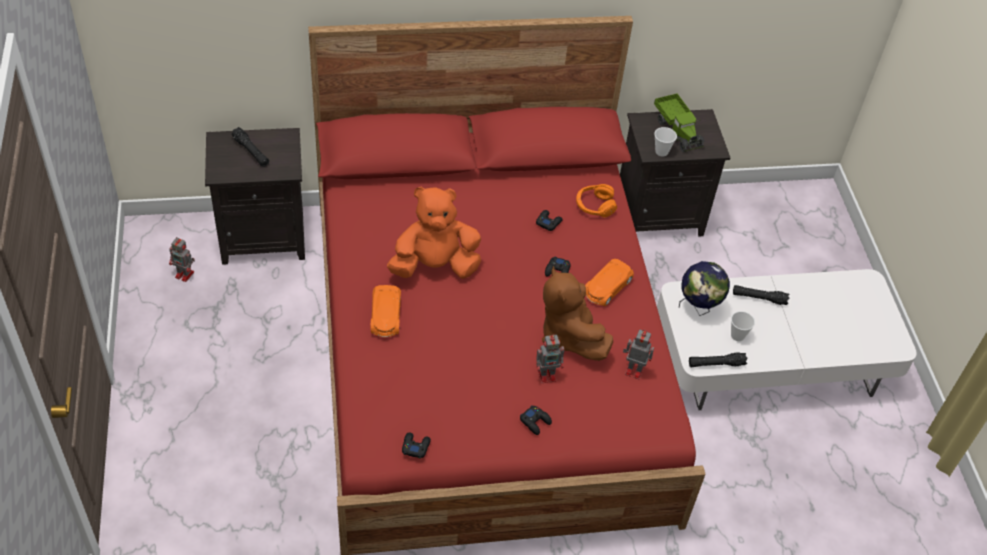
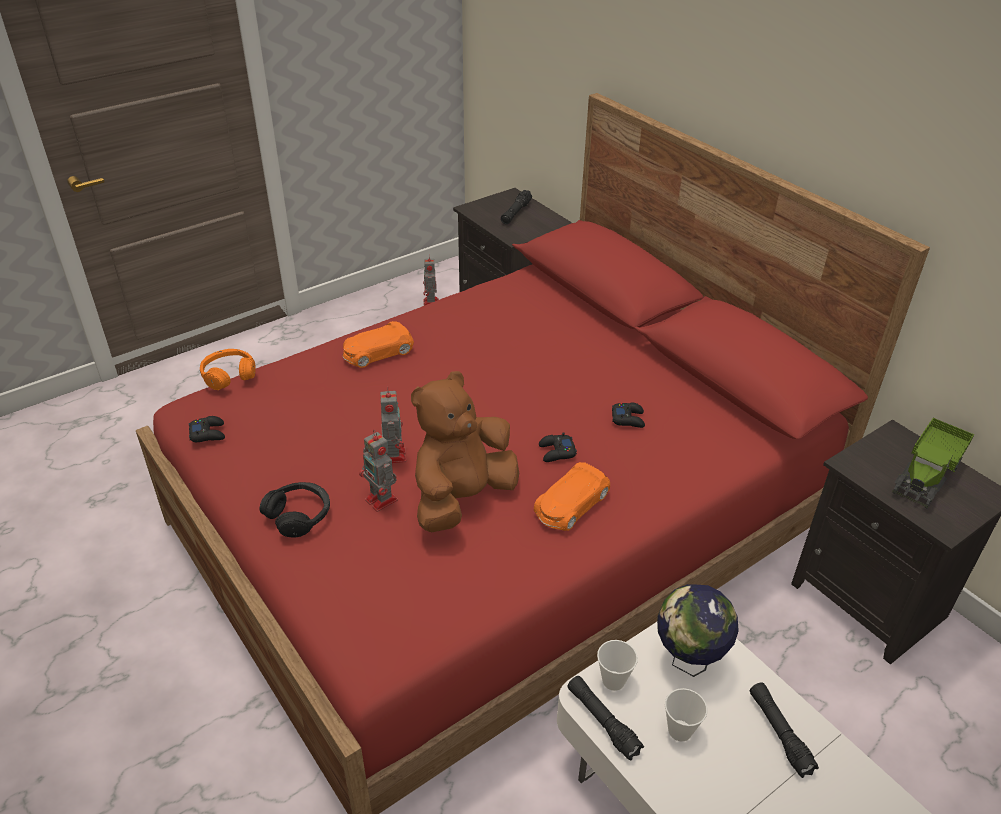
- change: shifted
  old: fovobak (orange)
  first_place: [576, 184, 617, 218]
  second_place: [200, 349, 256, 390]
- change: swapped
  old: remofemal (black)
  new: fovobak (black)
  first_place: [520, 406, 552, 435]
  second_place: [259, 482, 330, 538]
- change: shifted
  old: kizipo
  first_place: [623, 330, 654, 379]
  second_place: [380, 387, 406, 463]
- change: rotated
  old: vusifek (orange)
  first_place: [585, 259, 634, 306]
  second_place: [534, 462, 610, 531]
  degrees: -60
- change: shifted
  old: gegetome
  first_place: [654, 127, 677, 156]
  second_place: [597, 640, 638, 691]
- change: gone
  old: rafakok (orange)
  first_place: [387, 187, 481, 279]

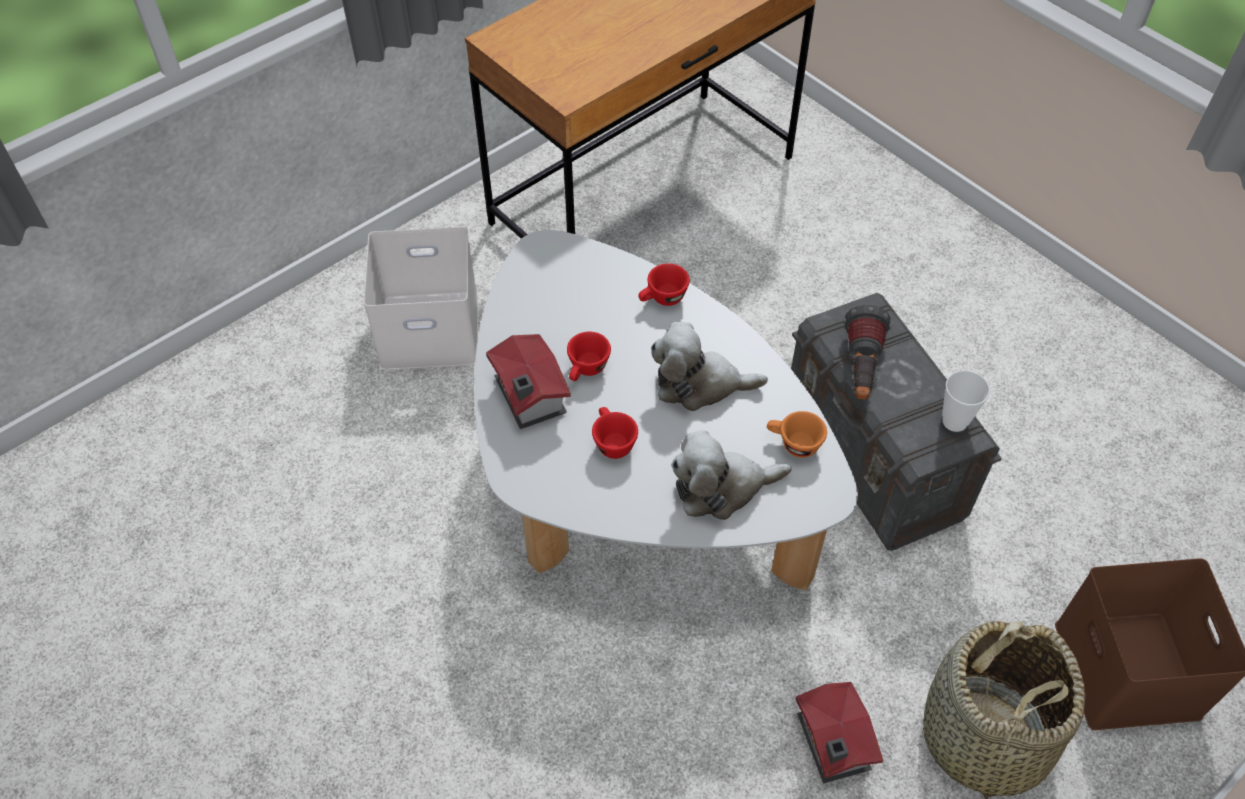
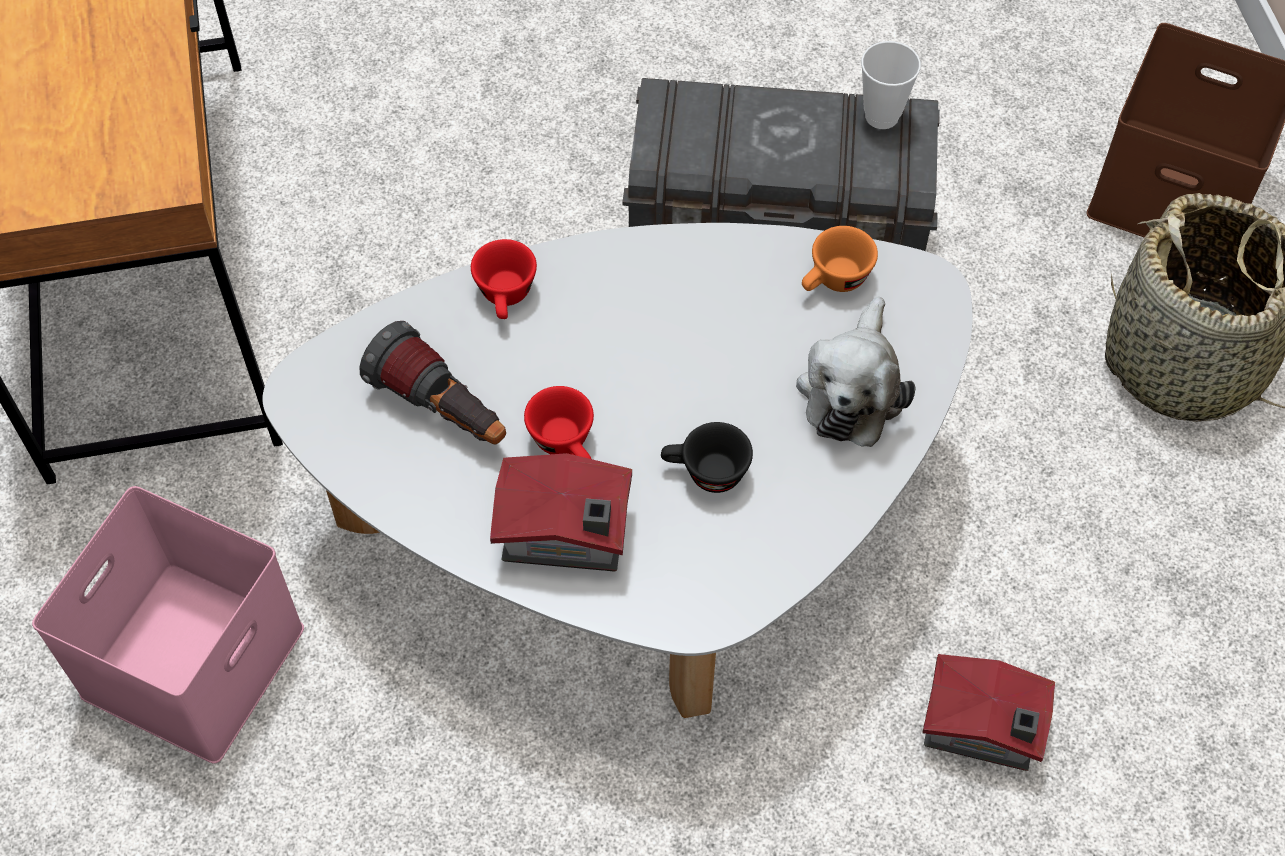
- change: repainted
  old: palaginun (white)
  new: palaginun (pink)
  first_place: [363, 227, 478, 370]
  second_place: [32, 486, 304, 764]
- change: shifted
  old: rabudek
  first_place: [843, 305, 891, 400]
  second_place: [359, 321, 506, 444]
- change: repainted
  old: gegetome (red)
  new: gegetome (black)
  first_place: [592, 407, 638, 459]
  second_place: [661, 422, 753, 493]
- change: shifted
  old: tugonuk
  first_place: [795, 682, 883, 784]
  second_place: [922, 654, 1055, 771]
- change: gone
  old: rafakok
  first_place: [651, 322, 768, 411]

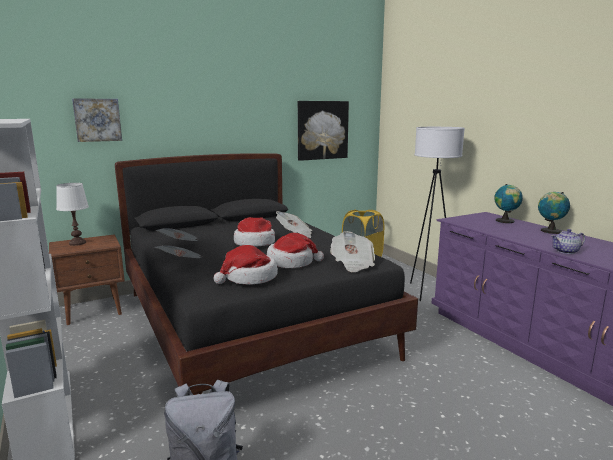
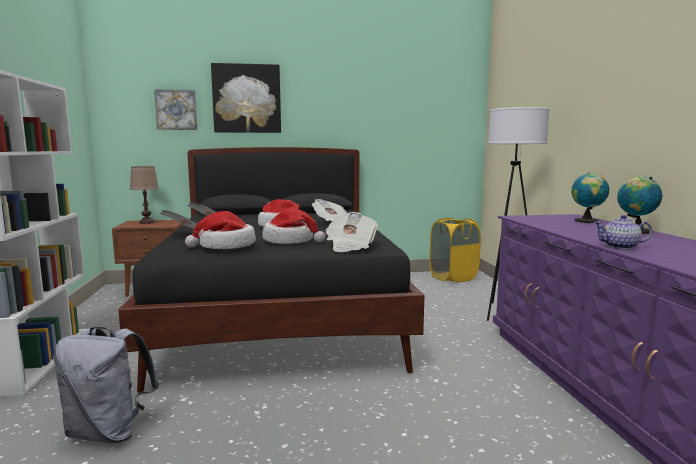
- change: repainted
  old: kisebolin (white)
  new: kisebolin (brown)
  first_place: [56, 183, 89, 246]
  second_place: [130, 166, 159, 224]
- change: shifted
  old: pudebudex
  first_place: [298, 101, 349, 161]
  second_place: [211, 63, 281, 133]

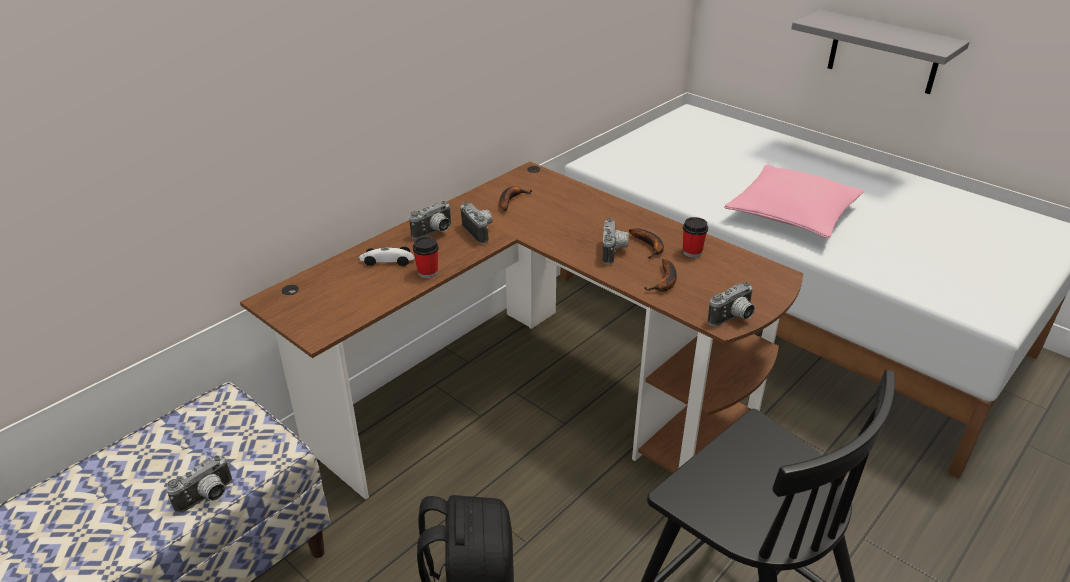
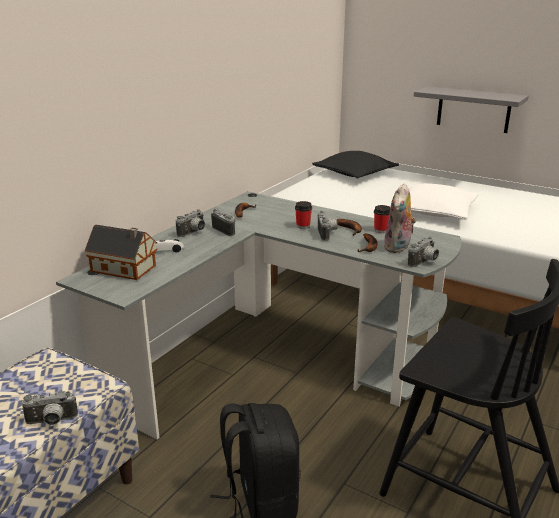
- change: rotated
  old: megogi
  first_place: [166, 455, 232, 513]
  second_place: [21, 391, 78, 425]
  degrees: 45
- change: repainted
  old: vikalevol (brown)
  new: vikalevol (grey)
  first_place: [240, 162, 803, 500]
  second_place: [56, 191, 461, 439]
- change: new
  new: tugonuk
  second_place: [84, 225, 158, 280]
- change: shifted
  old: gegetome
  first_place: [413, 236, 439, 278]
  second_place: [295, 201, 312, 229]
- change: new
  new: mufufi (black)
  second_place: [312, 151, 399, 178]
- change: new
  new: rafakok
  second_place: [384, 183, 417, 253]
- change: repainted
  old: mufufi (pink)
  new: mufufi (white)
  first_place: [724, 165, 864, 238]
  second_place: [408, 183, 479, 219]

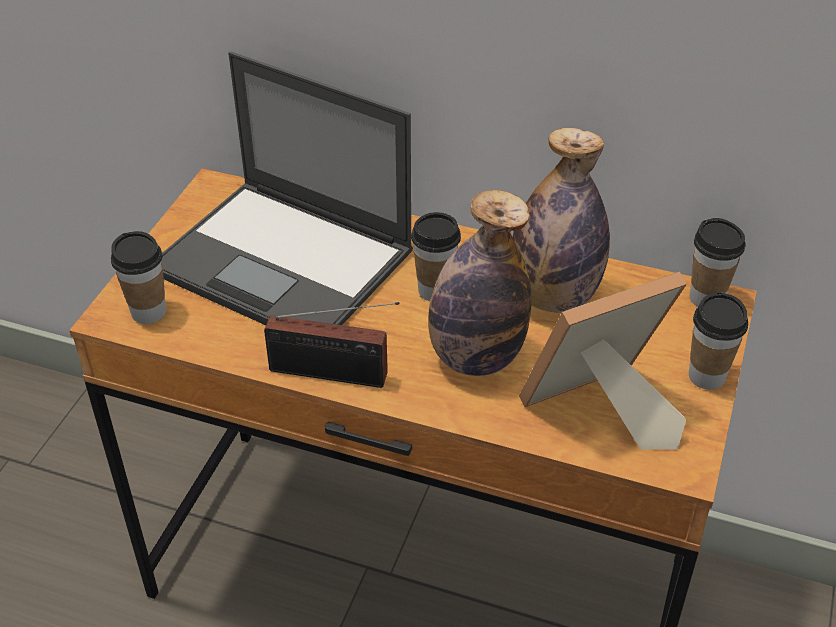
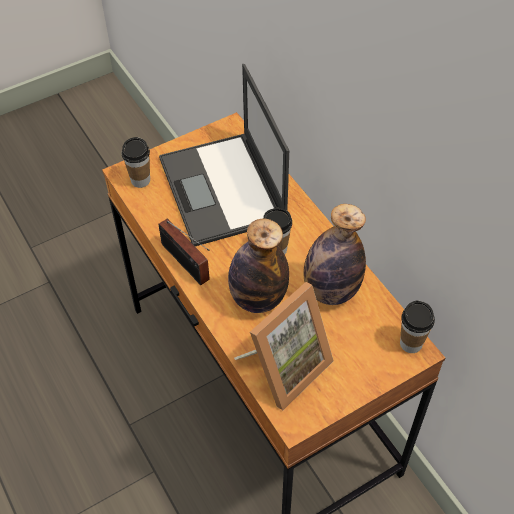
- change: rotated
  old: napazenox
  first_place: [519, 272, 687, 450]
  second_place: [234, 282, 333, 410]
  degrees: 120
- change: gone
  old: gegetome
  first_place: [689, 292, 748, 390]

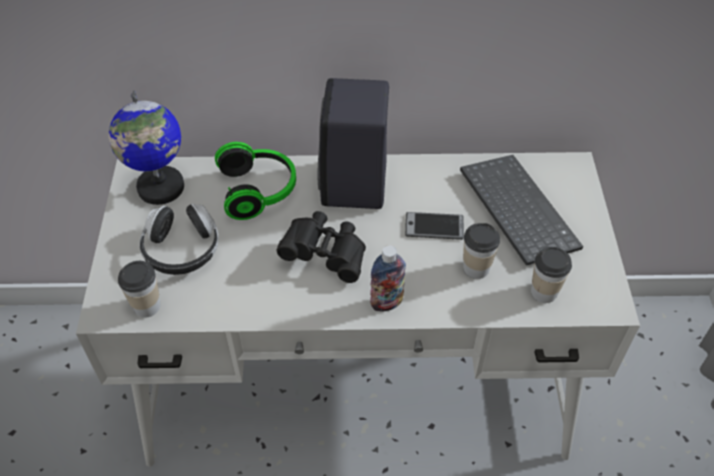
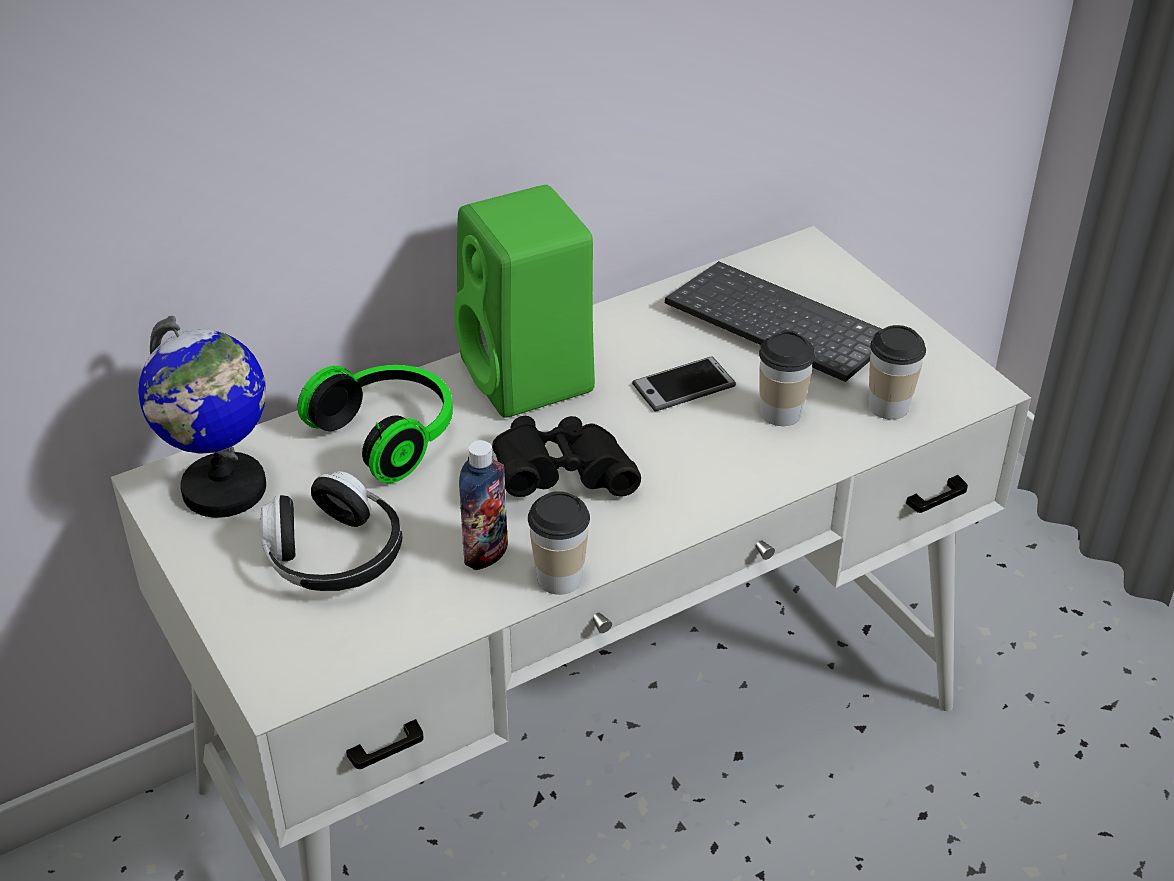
- change: repainted
  old: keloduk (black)
  new: keloduk (green)
  first_place: [318, 78, 389, 209]
  second_place: [454, 185, 595, 418]
- change: shifted
  old: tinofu
  first_place: [370, 245, 406, 311]
  second_place: [459, 440, 508, 570]
- change: shifted
  old: gegetome
  first_place: [118, 261, 161, 318]
  second_place: [528, 491, 590, 595]

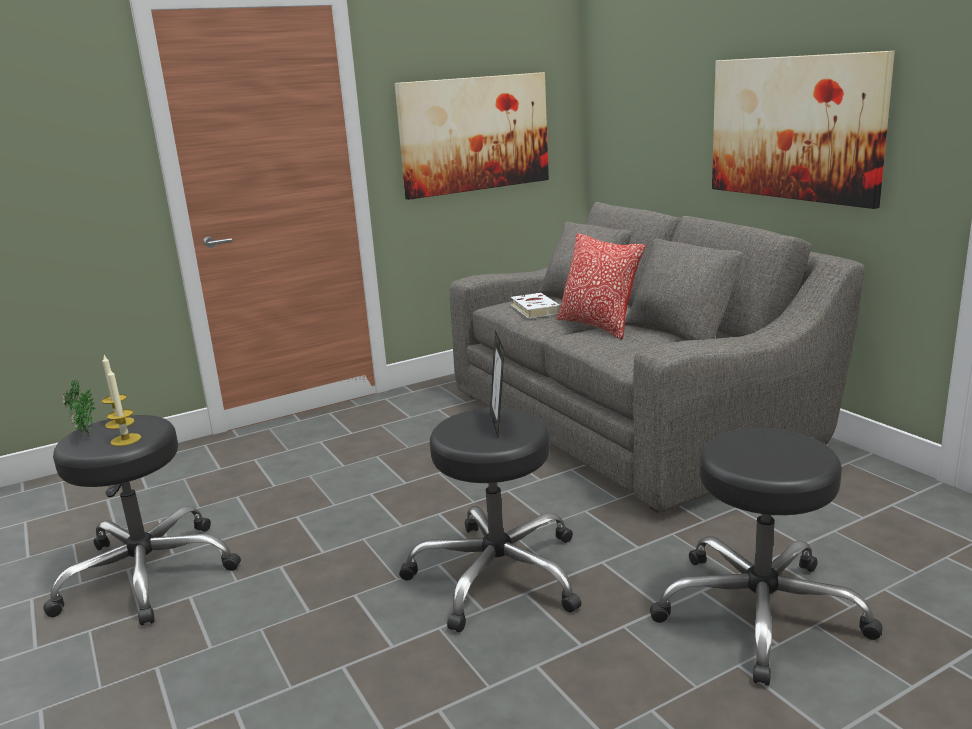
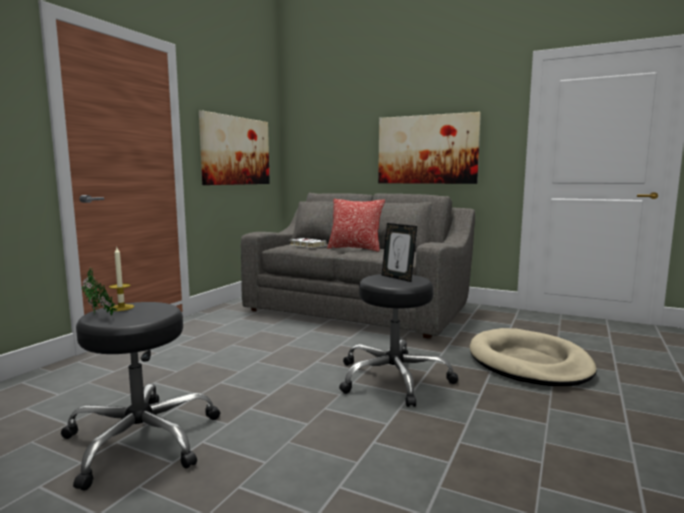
- change: swapped
  old: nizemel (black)
  new: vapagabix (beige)
  first_place: [650, 428, 883, 686]
  second_place: [470, 328, 597, 386]
- change: gone
  old: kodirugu
  first_place: [107, 367, 141, 446]

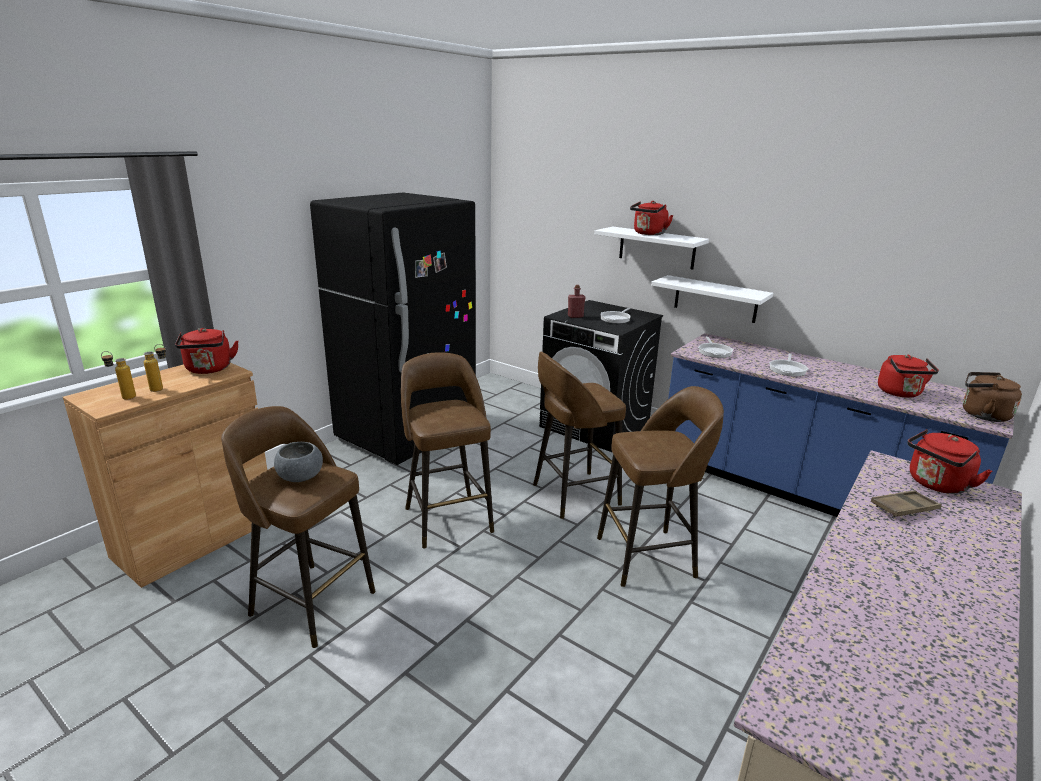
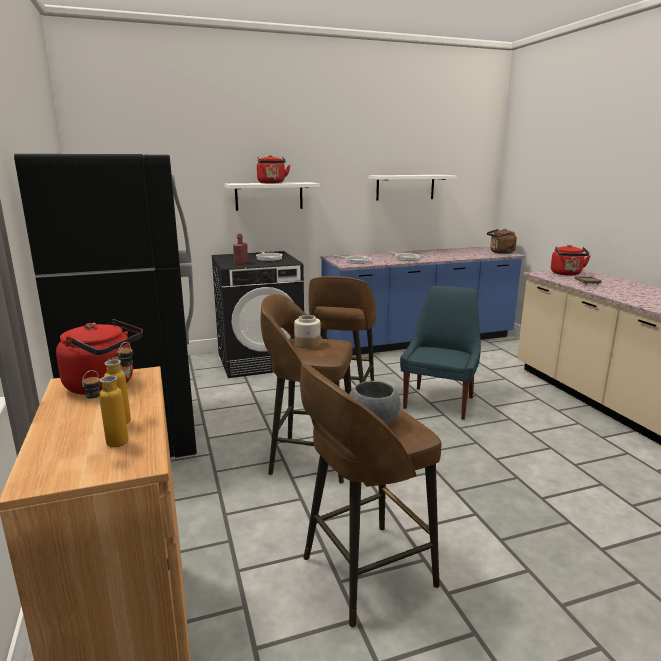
- change: new
  new: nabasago
  second_place: [294, 315, 321, 349]
- change: shifted
  old: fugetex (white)
  first_place: [651, 275, 773, 323]
  second_place: [368, 175, 457, 201]
- change: swapped
  old: nizemel (brown)
  new: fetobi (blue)
  first_place: [597, 386, 724, 587]
  second_place: [400, 286, 481, 420]
- change: gone
  old: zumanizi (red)
  first_place: [878, 355, 939, 398]

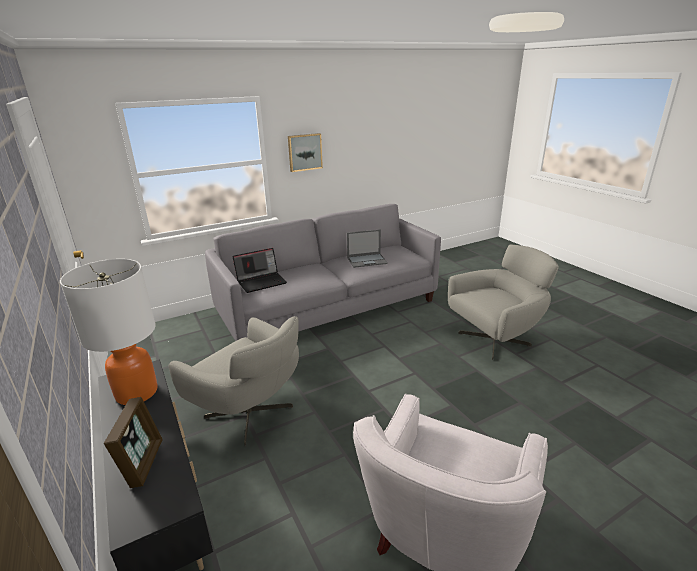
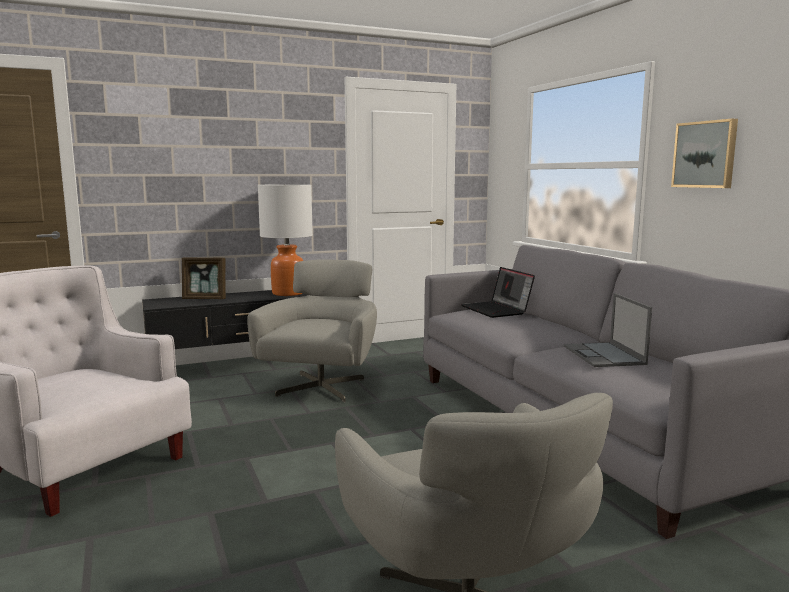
- change: rotated
  old: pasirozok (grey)
  first_place: [169, 316, 299, 446]
  second_place: [247, 259, 377, 403]
  degrees: 150

